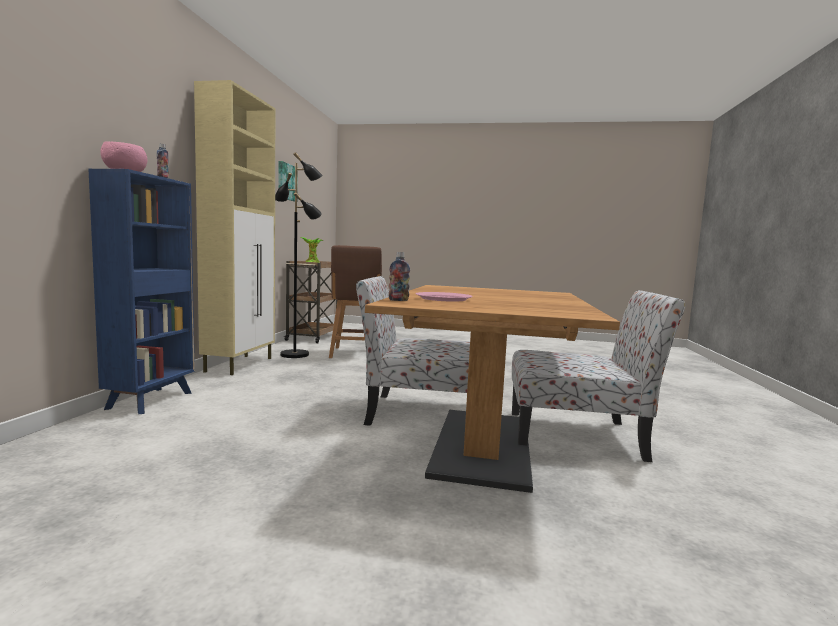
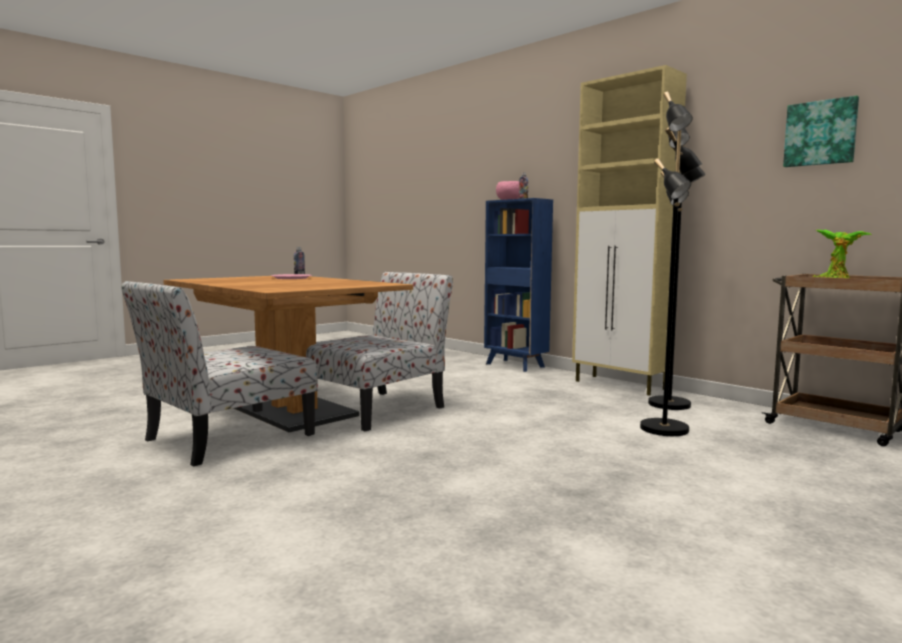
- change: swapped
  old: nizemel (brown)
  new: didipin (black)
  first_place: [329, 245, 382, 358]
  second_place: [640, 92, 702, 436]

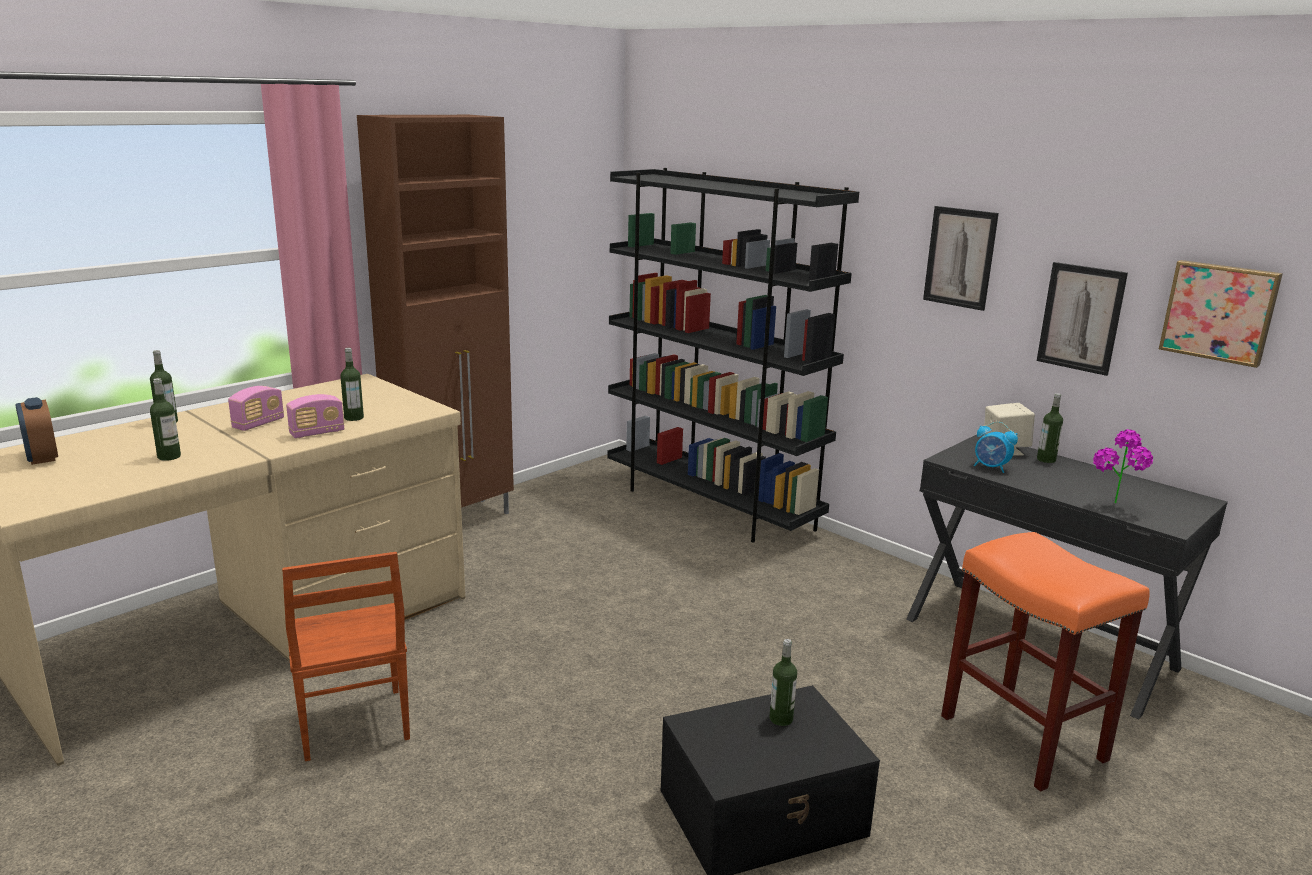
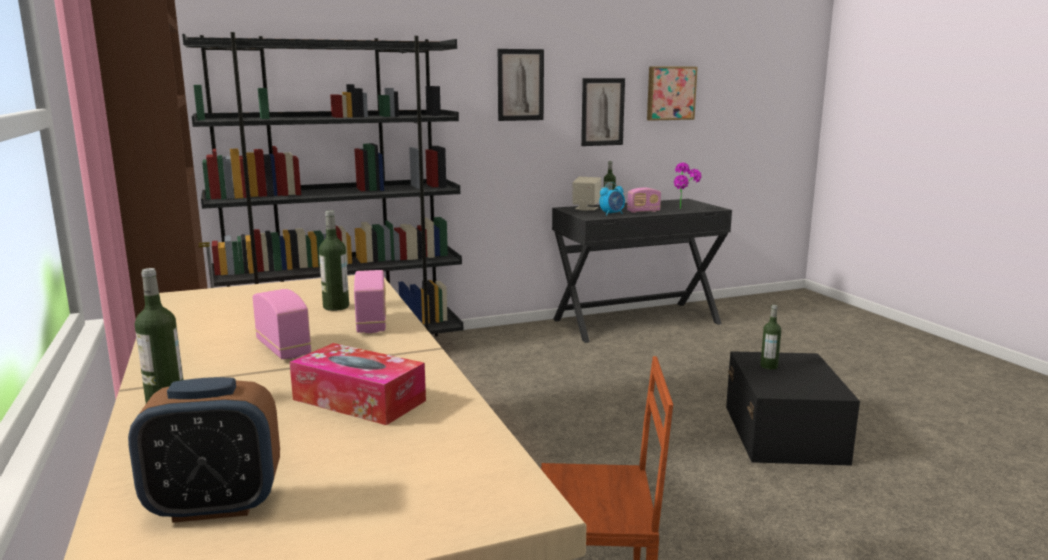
- change: swapped
  old: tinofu
  new: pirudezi
  first_place: [150, 378, 181, 461]
  second_place: [290, 343, 426, 425]
- change: new
  new: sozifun
  second_place: [627, 188, 661, 213]
- change: gone
  old: nizemel (orange)
  first_place: [941, 532, 1150, 792]

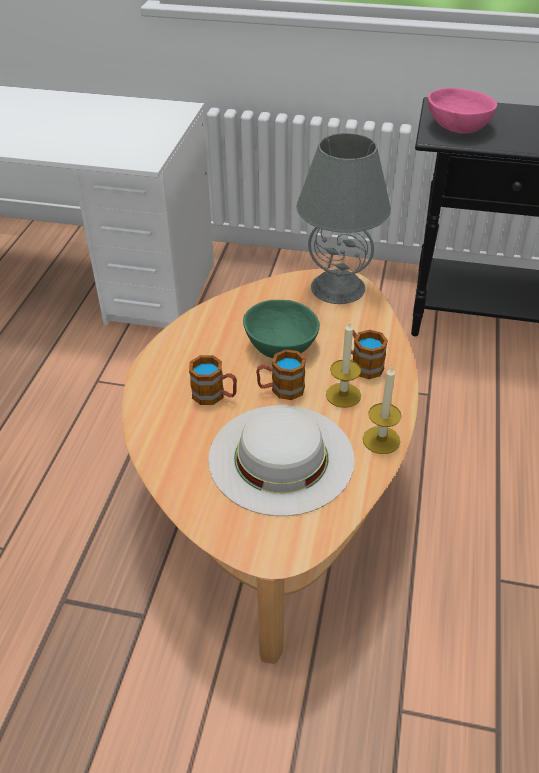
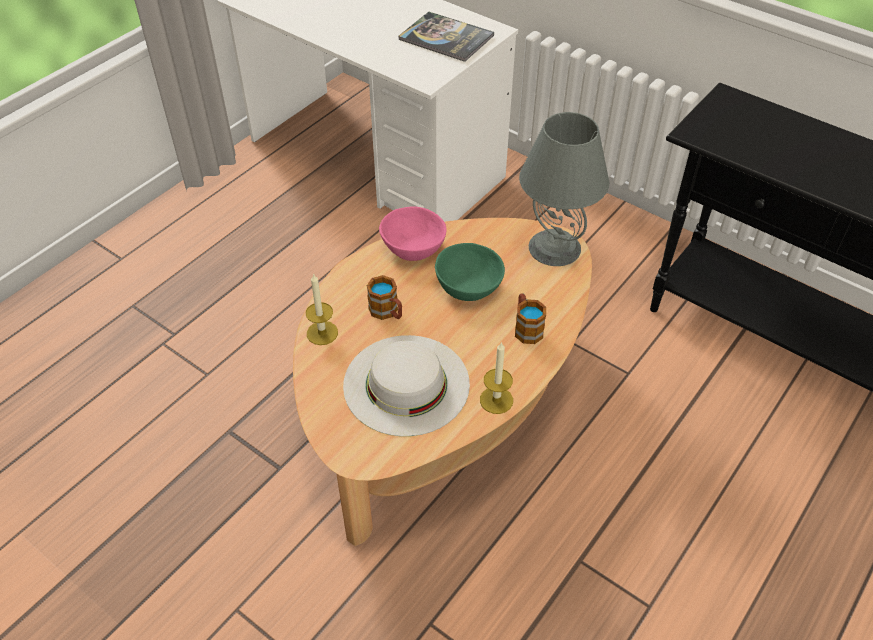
- change: shifted
  old: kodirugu
  first_place: [326, 321, 361, 408]
  second_place: [306, 273, 338, 345]
- change: shifted
  old: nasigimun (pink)
  first_place: [428, 88, 497, 134]
  second_place: [379, 206, 446, 261]
- change: new
  new: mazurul
  second_place: [398, 12, 494, 62]
- change: gone
  old: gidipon
  first_place: [256, 349, 306, 400]

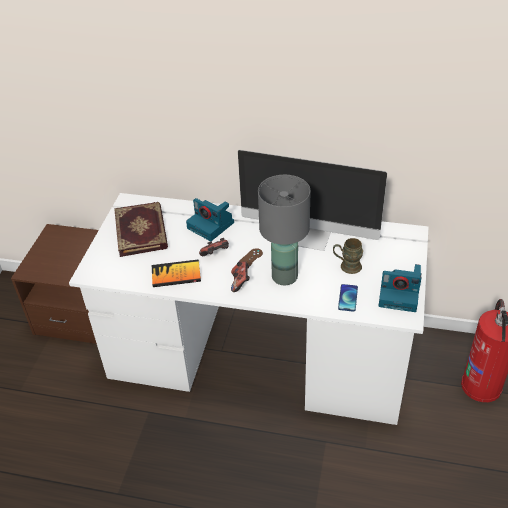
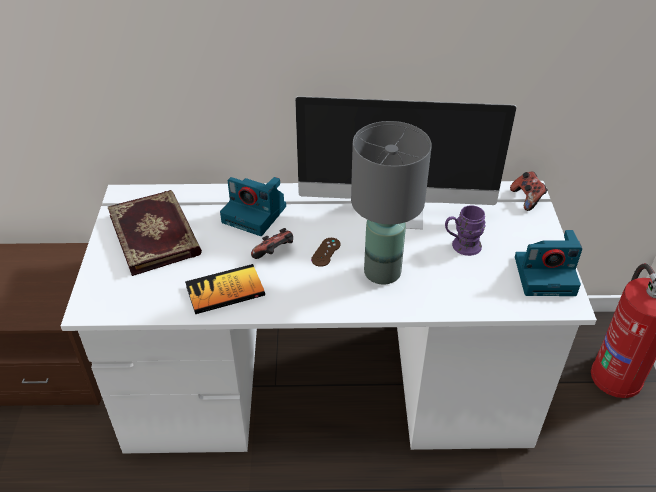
- change: repainted
  old: gidipon (brown)
  new: gidipon (purple)
  first_place: [333, 238, 363, 274]
  second_place: [445, 205, 485, 256]
- change: shifted
  old: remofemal
  first_place: [231, 261, 250, 292]
  second_place: [510, 171, 548, 211]
- change: gone
  old: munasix
  first_place: [338, 284, 358, 312]

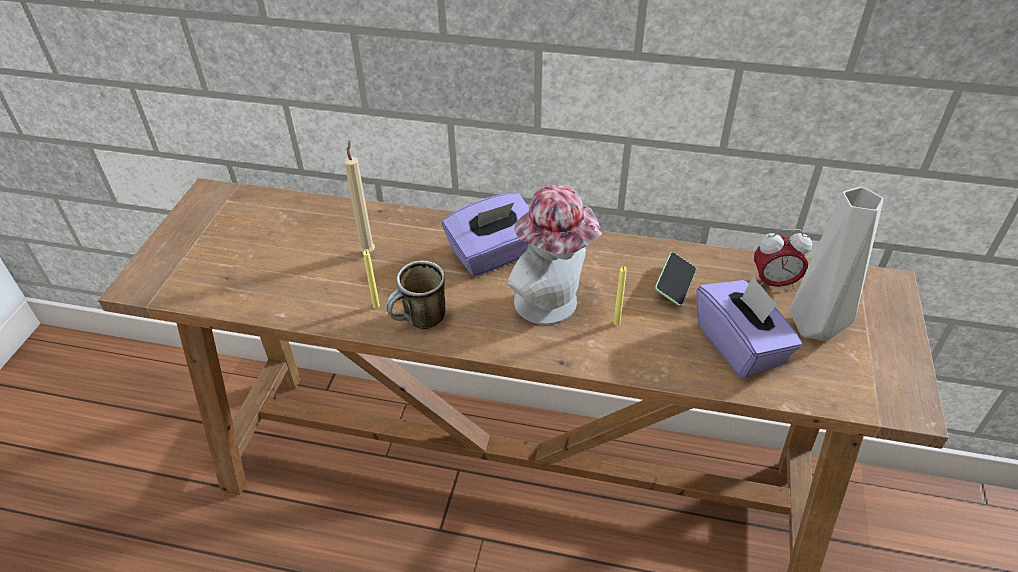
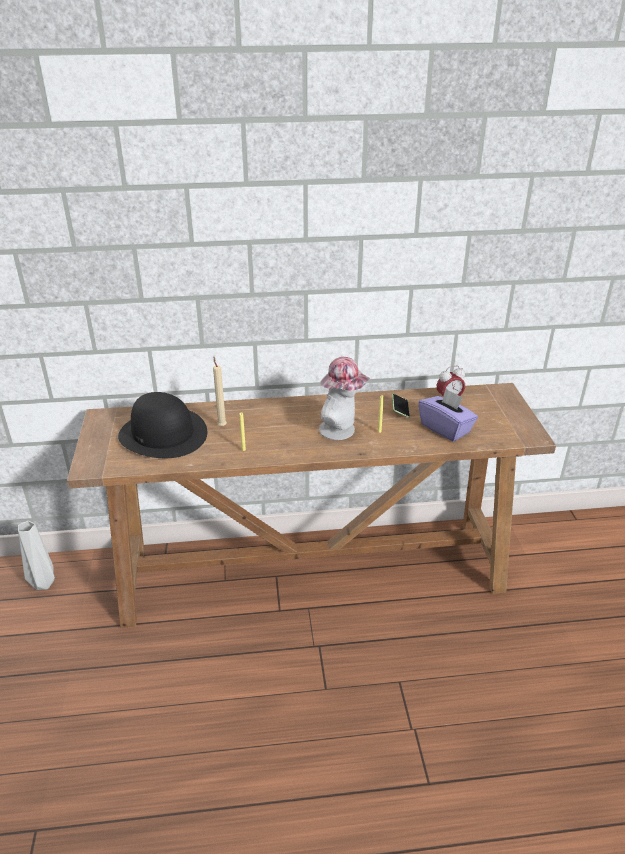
- change: shifted
  old: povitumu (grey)
  first_place: [789, 187, 883, 341]
  second_place: [18, 521, 55, 590]
- change: new
  new: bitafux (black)
  second_place: [118, 392, 207, 458]
- change: gone
  old: gidipon
  first_place: [386, 261, 446, 329]
- change: gone
  old: pirudezi (purple)
  first_place: [442, 193, 529, 276]

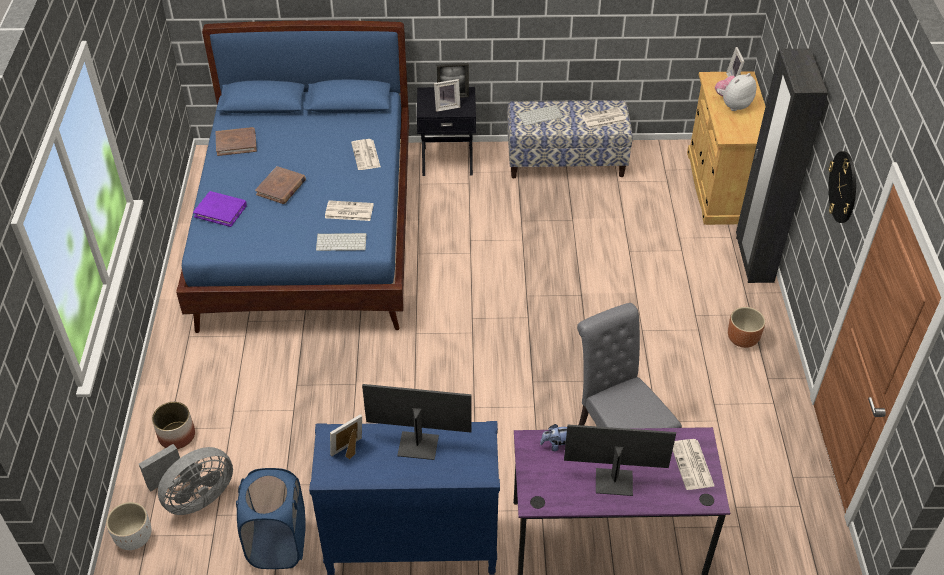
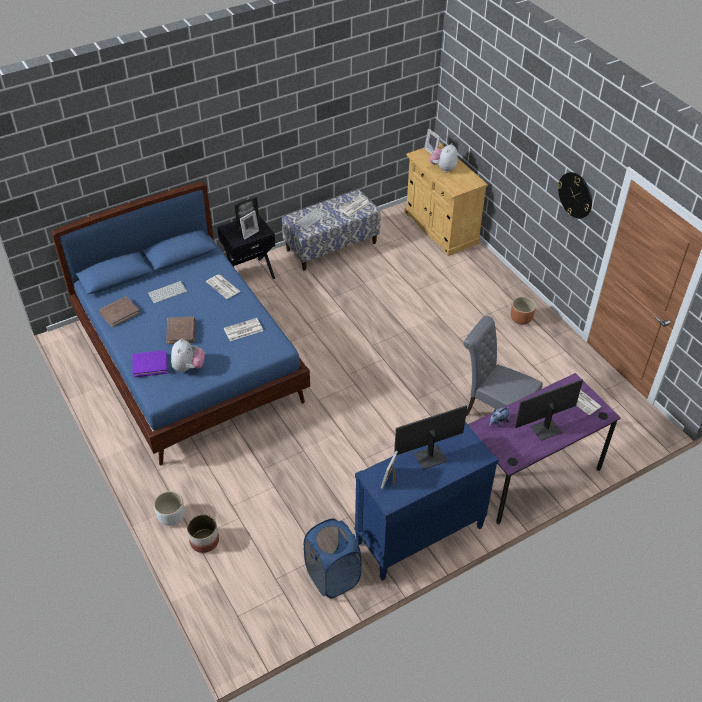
- change: shifted
  old: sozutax
  first_place: [316, 233, 367, 251]
  second_place: [148, 281, 187, 303]
- change: shifted
  old: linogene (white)
  first_place: [106, 502, 151, 550]
  second_place: [154, 491, 185, 526]
- change: new
  new: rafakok
  second_place: [171, 338, 205, 372]
- change: gone
  old: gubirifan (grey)
  first_place: [139, 444, 233, 515]
- change: gone
  old: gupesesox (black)
  first_place: [736, 49, 828, 283]

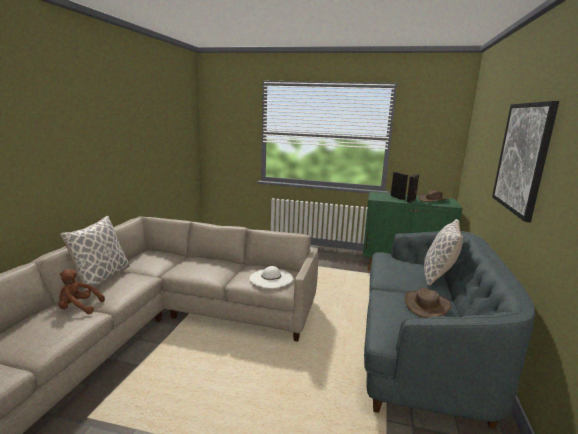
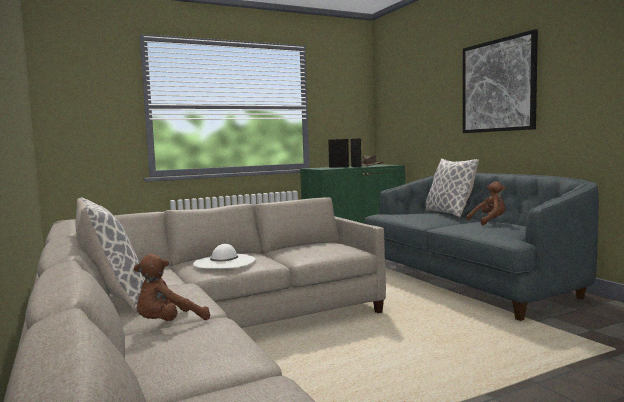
- change: shifted
  old: bitafux (white)
  first_place: [250, 266, 293, 288]
  second_place: [193, 244, 256, 269]
- change: swapped
  old: bitafux (brown)
  new: rafakok (brown)
  first_place: [405, 288, 451, 318]
  second_place: [466, 181, 505, 225]

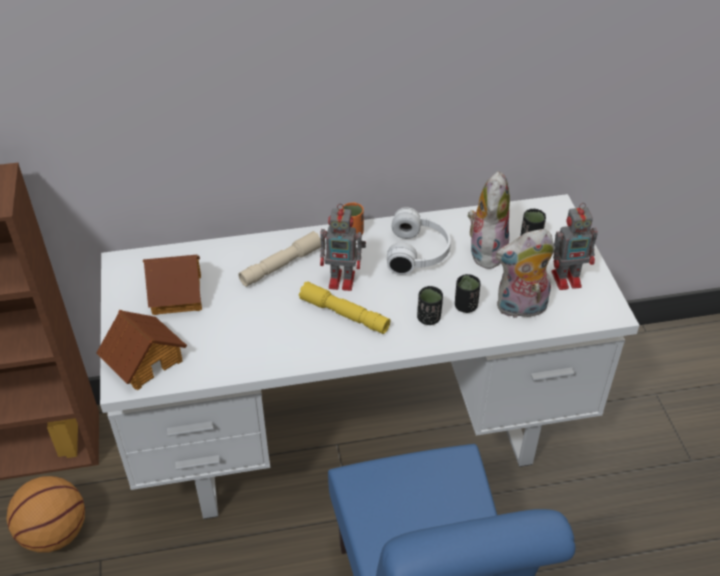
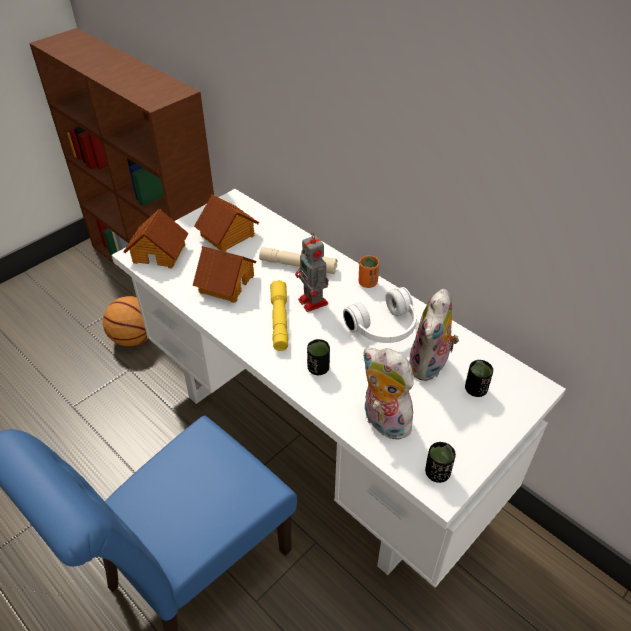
- change: new
  new: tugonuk
  second_place: [192, 246, 256, 303]
- change: rotated
  old: rafakok
  first_place: [468, 171, 510, 269]
  second_place: [409, 289, 459, 381]
  degrees: 135
- change: shifted
  old: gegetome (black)
  first_place: [455, 274, 480, 313]
  second_place: [425, 442, 456, 483]
- change: gone
  old: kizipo
  first_place: [552, 203, 598, 290]

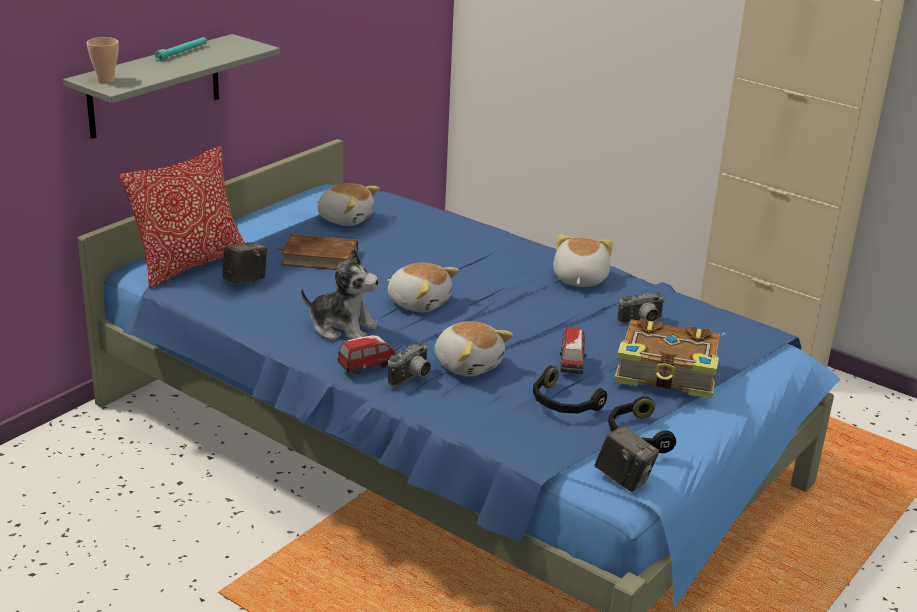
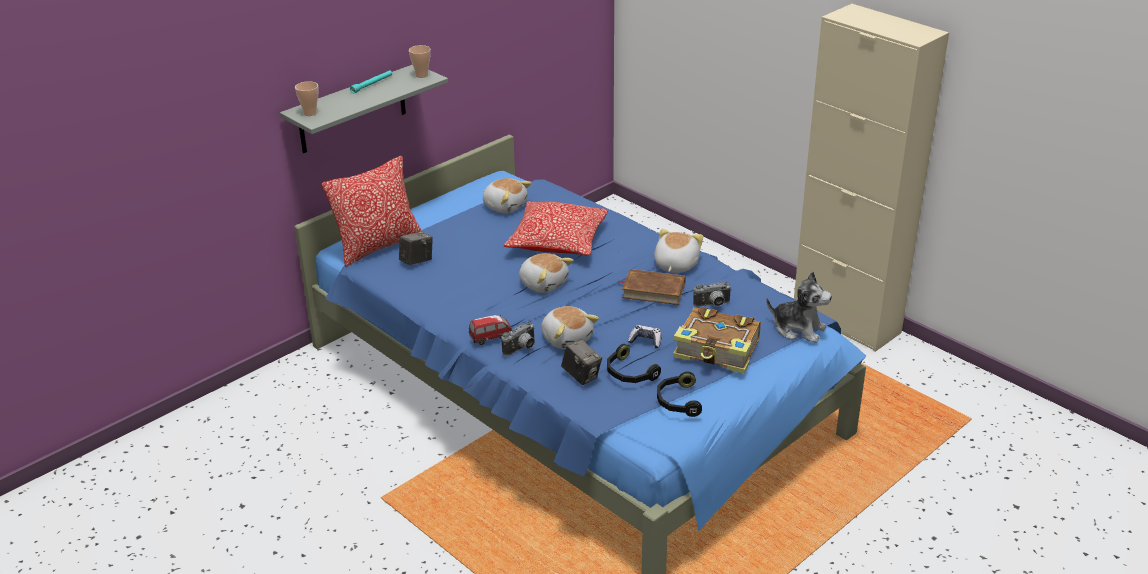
- change: new
  new: gegetome
  second_place: [409, 45, 431, 78]
- change: new
  new: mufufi
  second_place: [504, 201, 608, 256]
- change: shifted
  old: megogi
  first_place: [595, 425, 659, 492]
  second_place: [561, 339, 602, 385]
- change: shifted
  old: mazurul (brown)
  first_place: [277, 234, 358, 270]
  second_place: [618, 269, 686, 305]
- change: swapped
  old: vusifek
  new: remofemal
  first_place: [560, 328, 586, 374]
  second_place: [628, 325, 661, 348]
- change: shifted
  old: rafakok
  first_place: [301, 248, 379, 340]
  second_place: [766, 271, 832, 343]

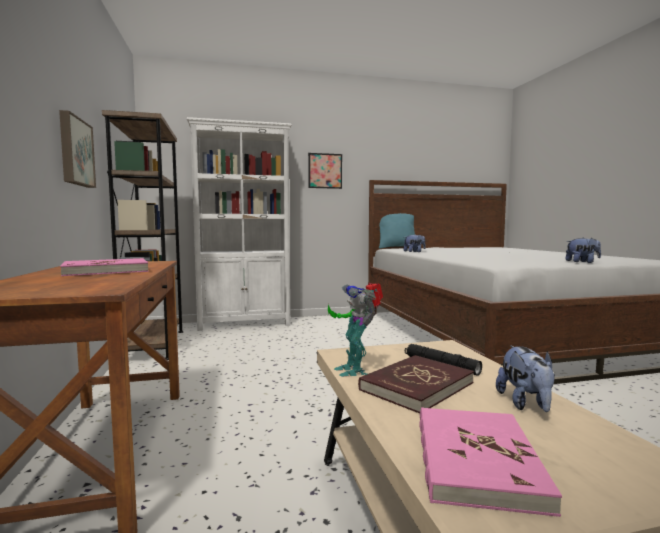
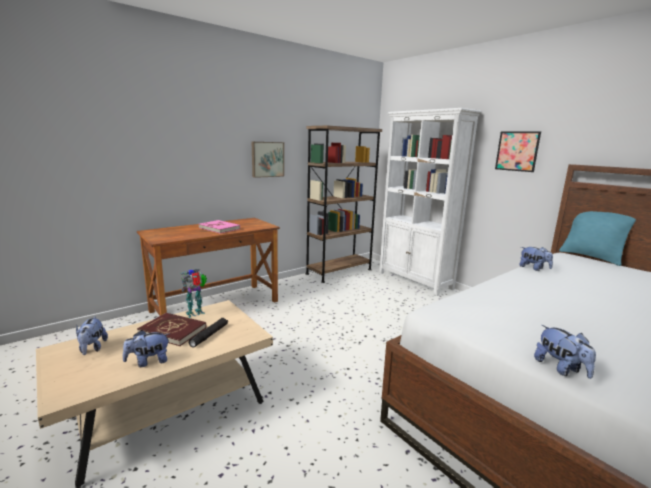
- change: swapped
  old: mazurul (pink)
  new: rafakok
  first_place: [419, 407, 562, 517]
  second_place: [76, 316, 108, 355]

